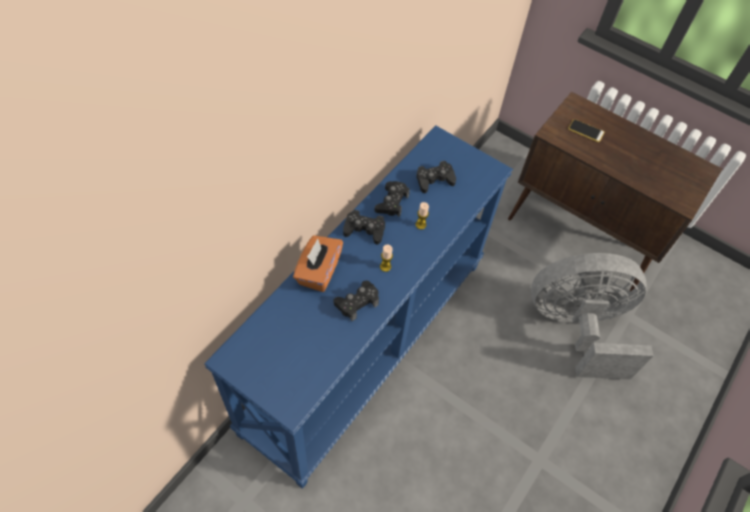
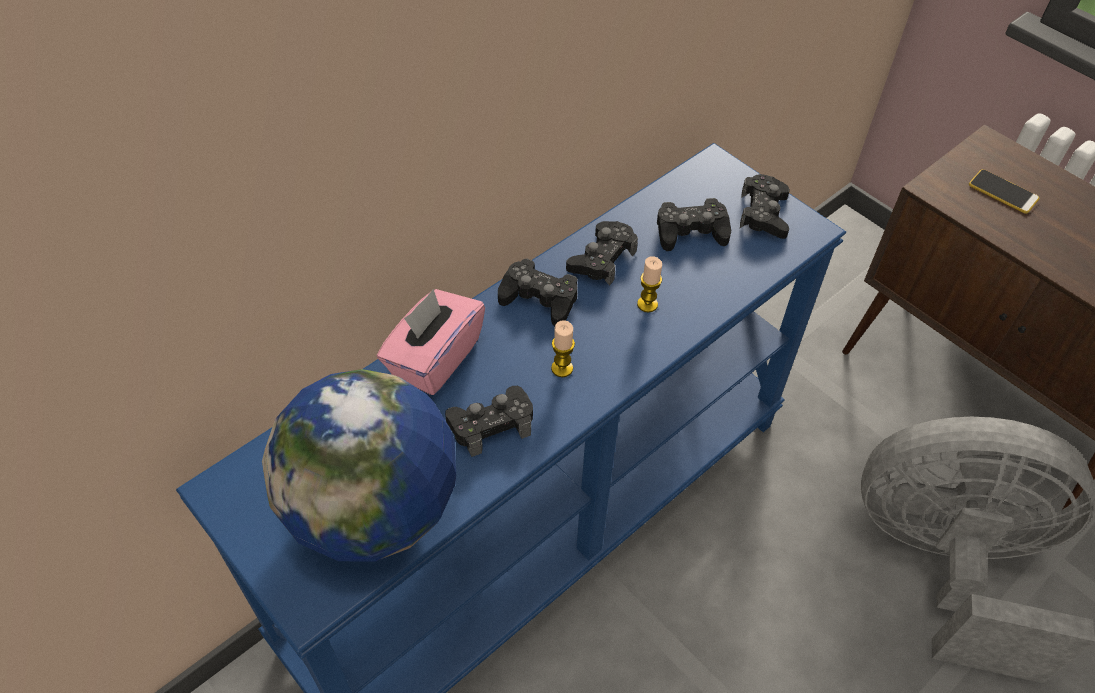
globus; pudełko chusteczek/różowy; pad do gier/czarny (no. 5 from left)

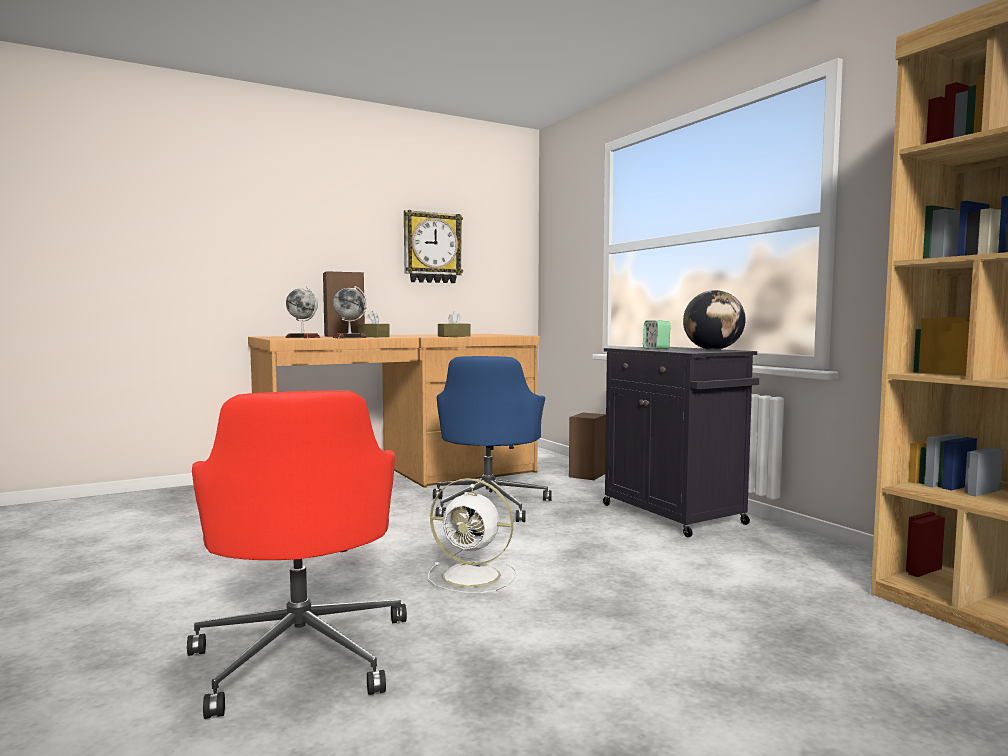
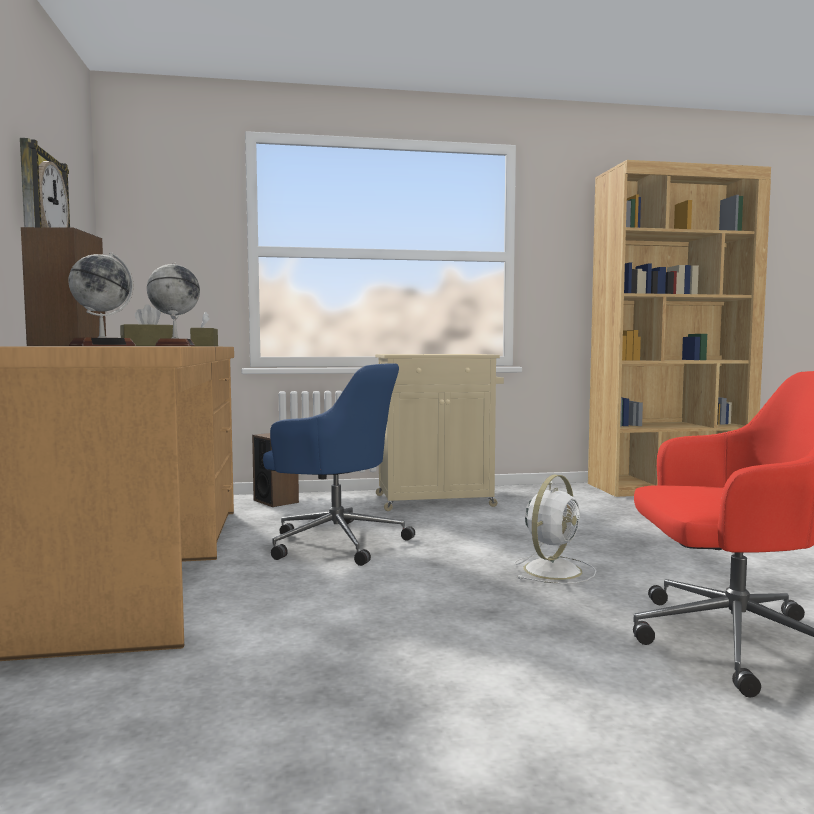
szafka/beżowy; budzik; globus (no. 3 from left in the first image)

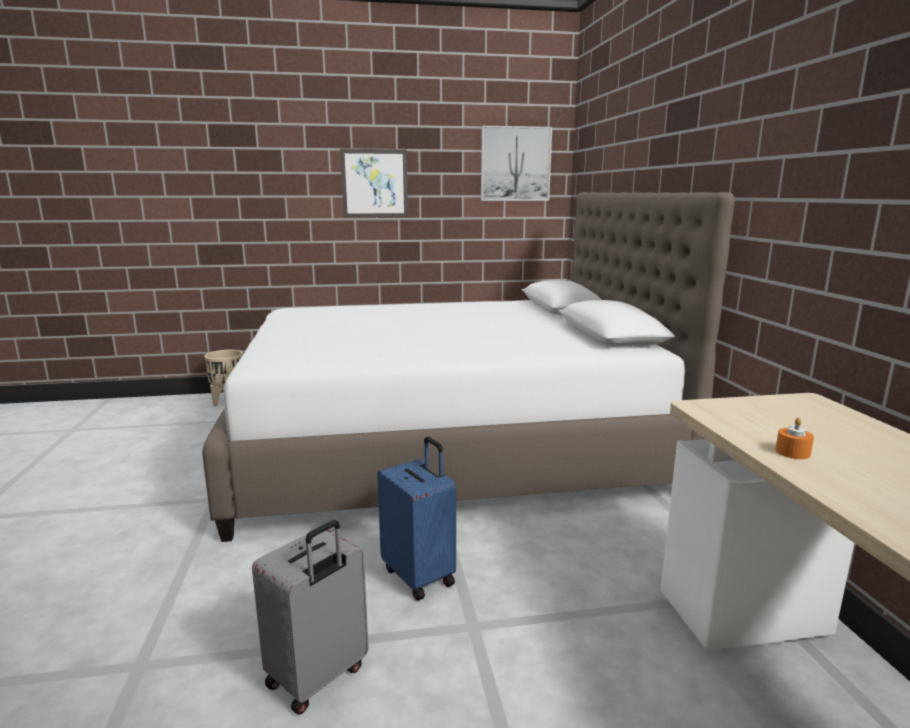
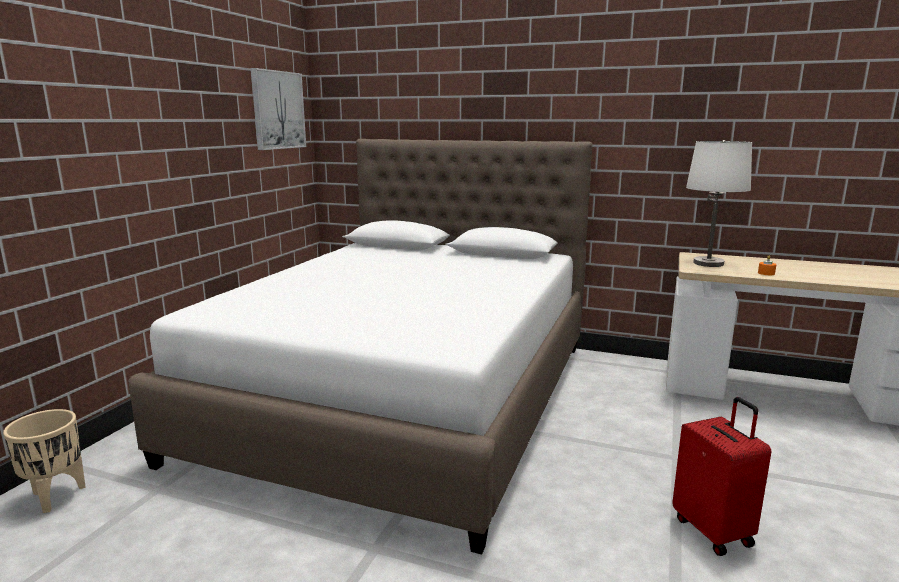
walizka/czerwony; lampa stołowa/biały; obraz (no. 1 from left in the first image); walizka/niebieski

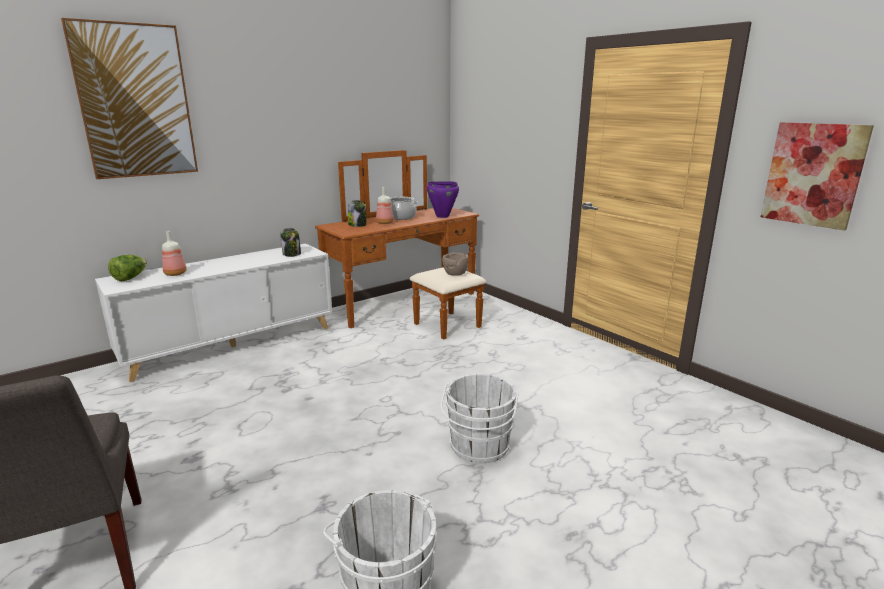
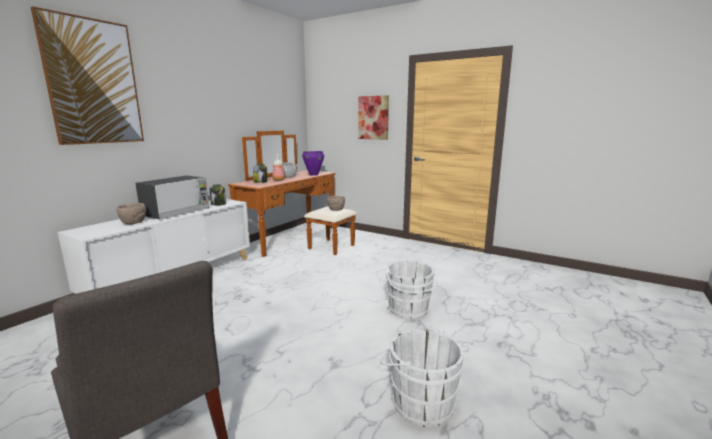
miska/brązowy (no. 1 from left); mikrofalówka; obraz (no. 2 from left); sałata

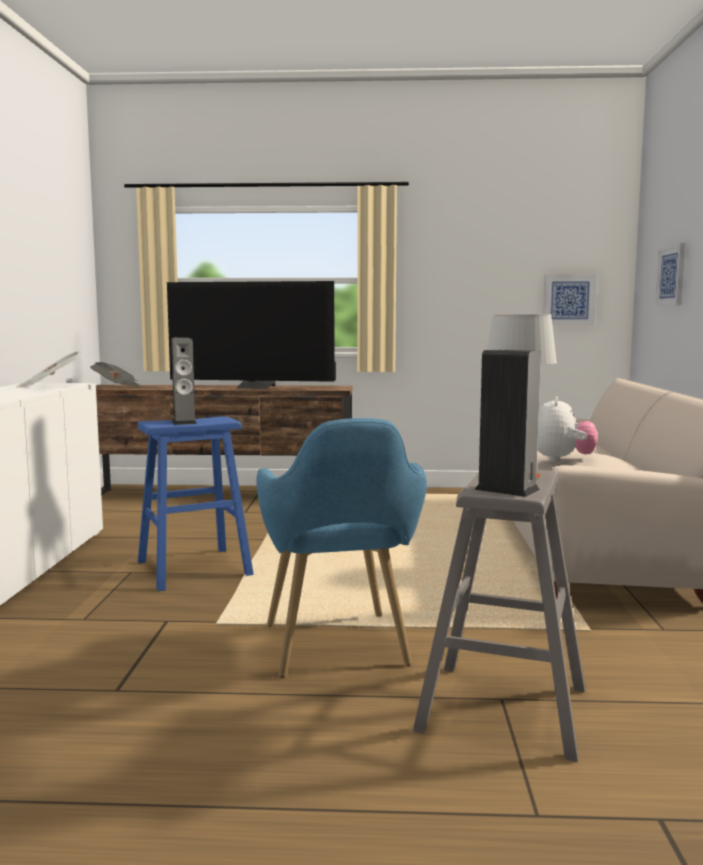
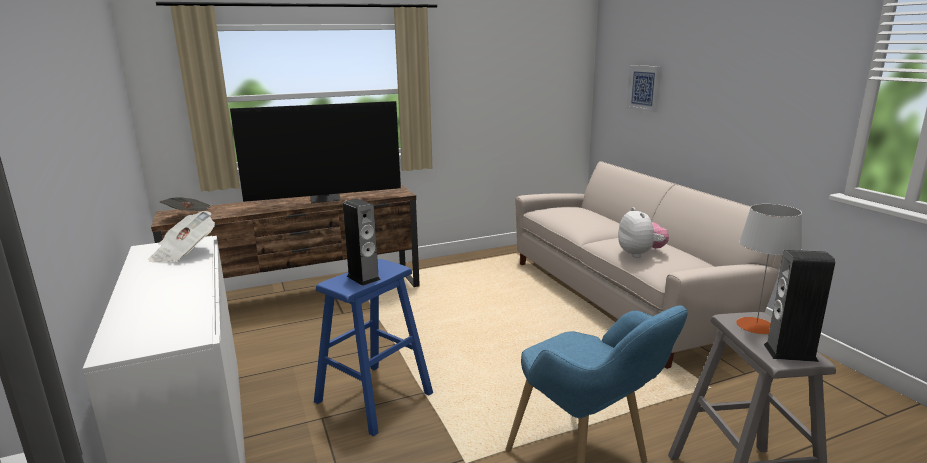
obraz (no. 1 from left in the first image)

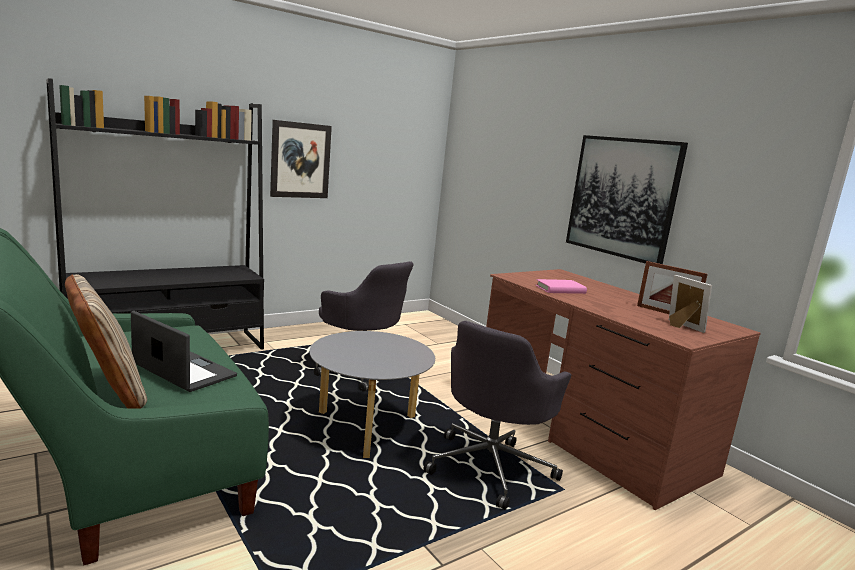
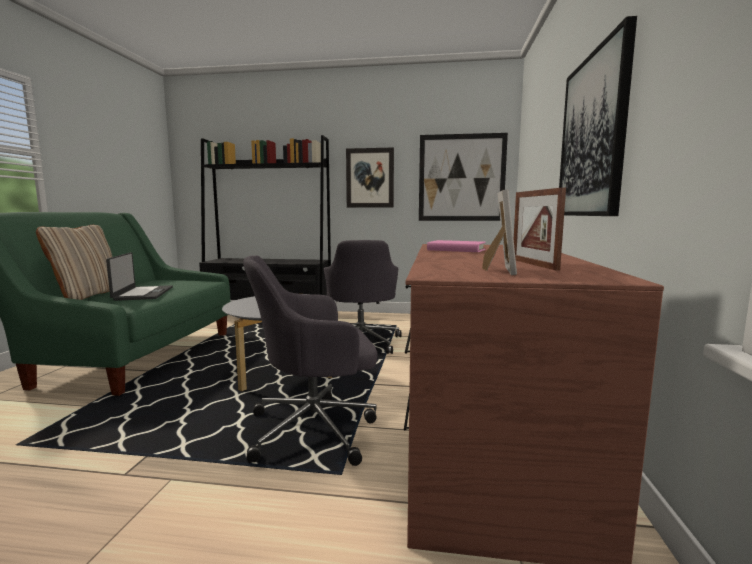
obraz (no. 2 from left)

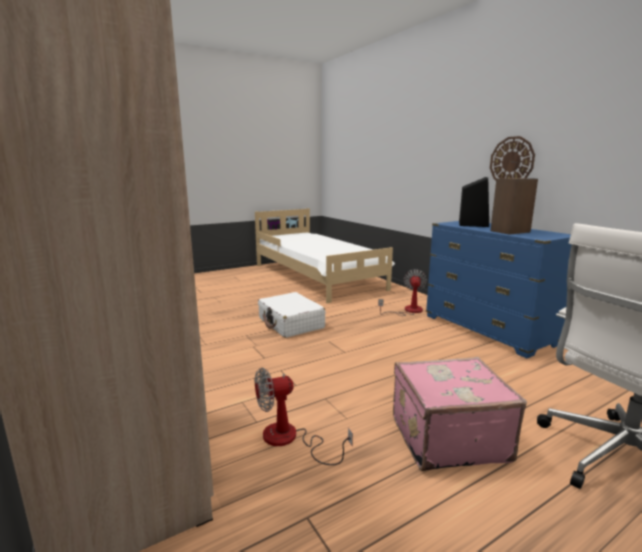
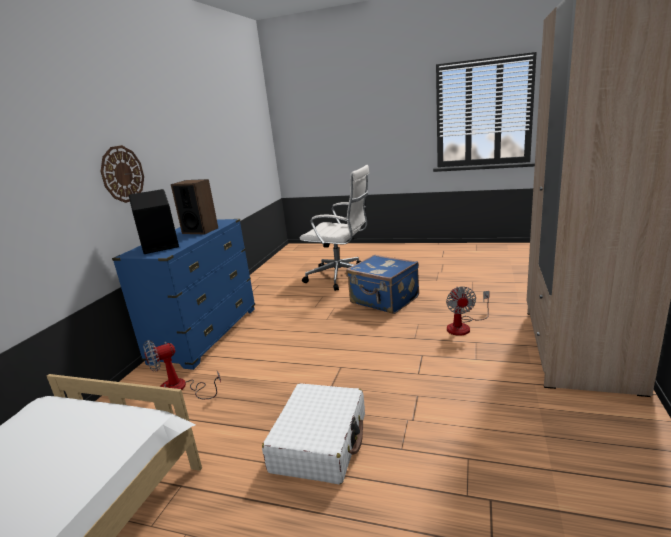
walizka/niebieski; wentylator (no. 2 from left)

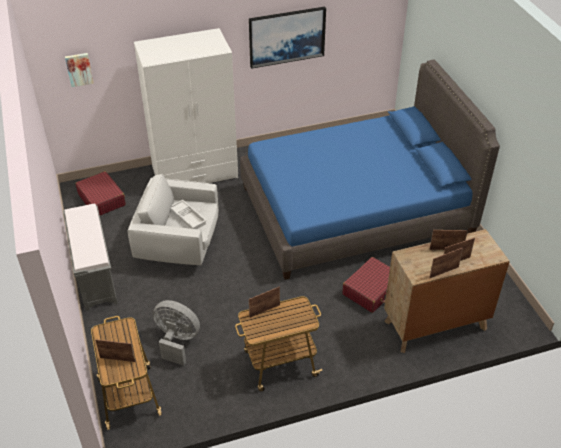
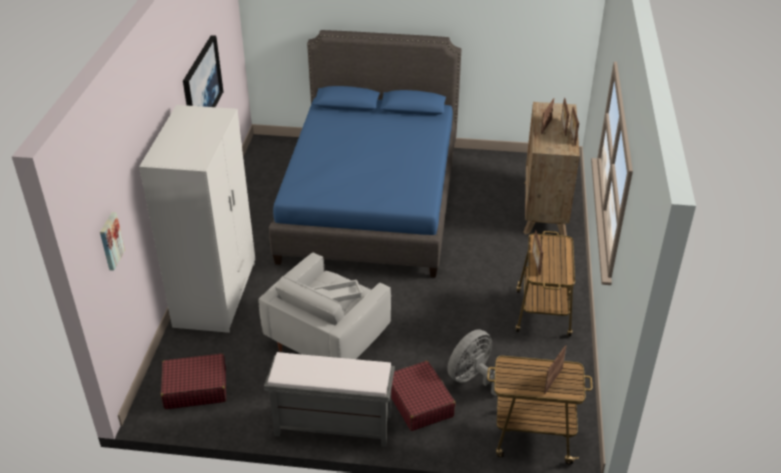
walizka/czerwony (no. 2 from left)

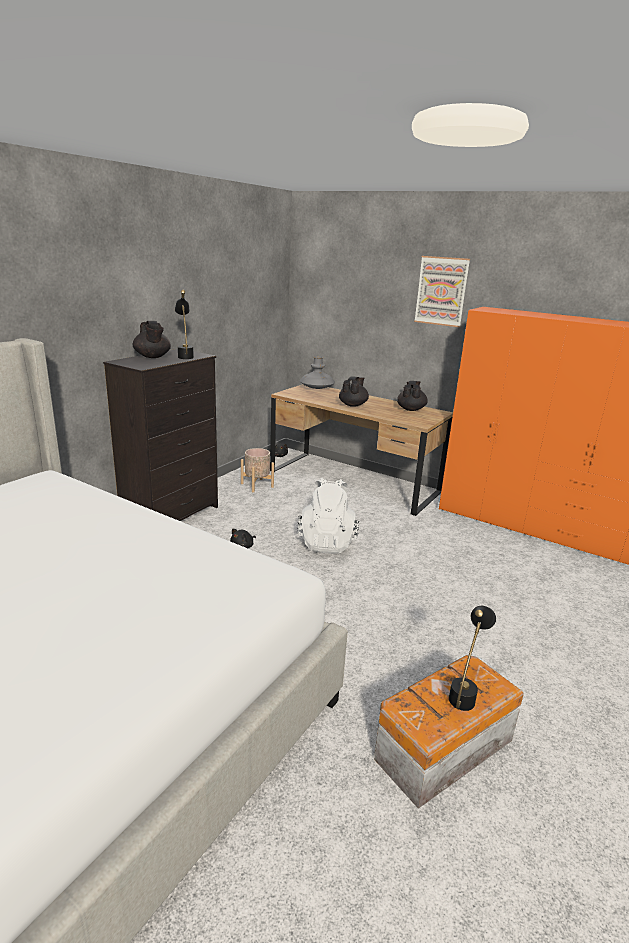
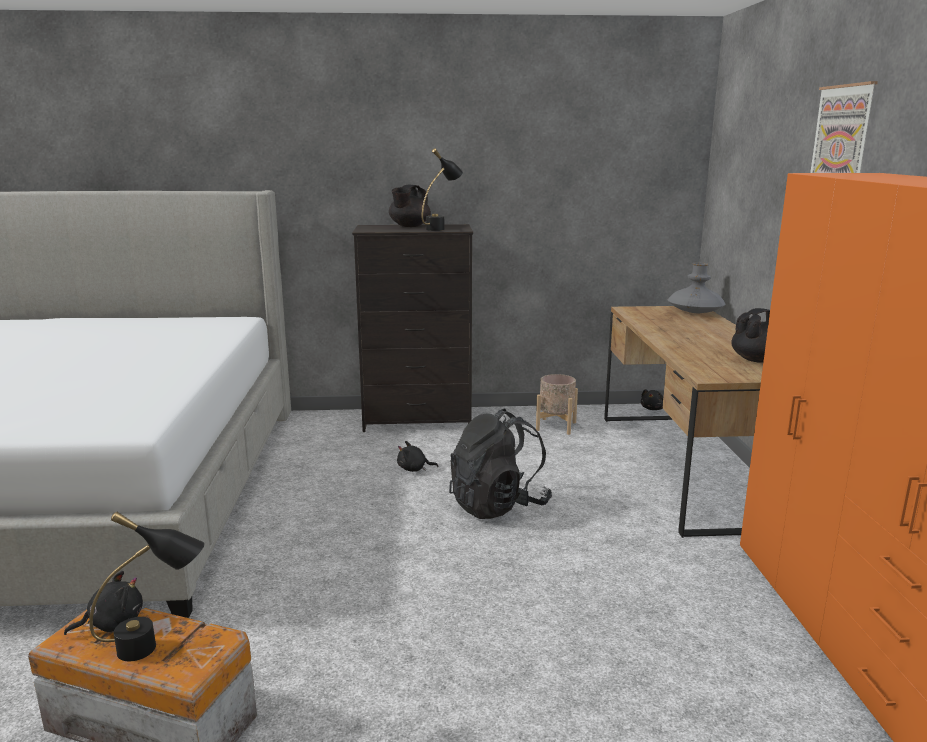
pluszak/czarny (no. 1 from left); plecak/czarny; imbryk/czarny (no. 2 from left in the first image)

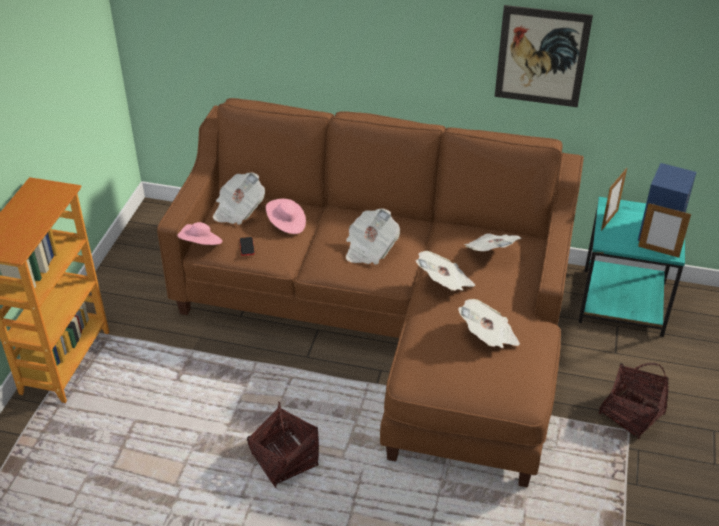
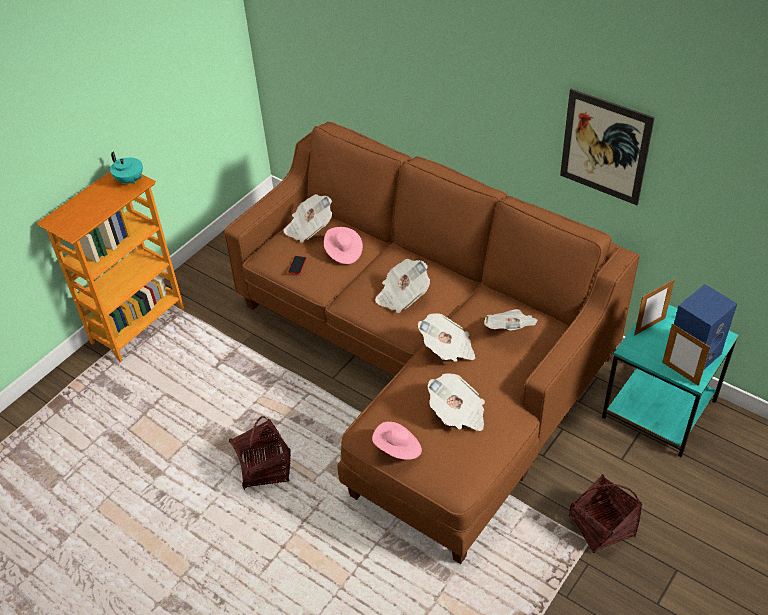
imbryk/turkusowy; kapelusz/różowy (no. 2 from left)

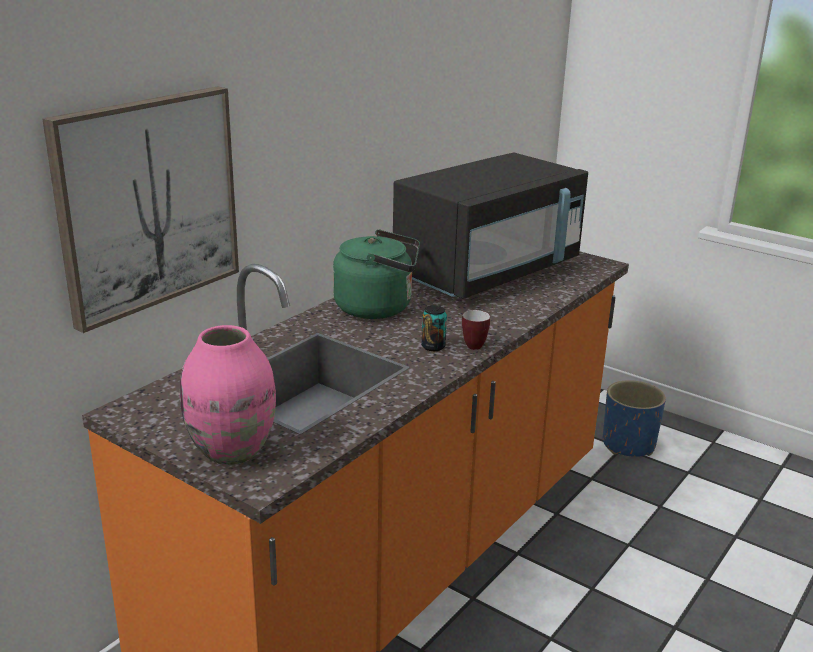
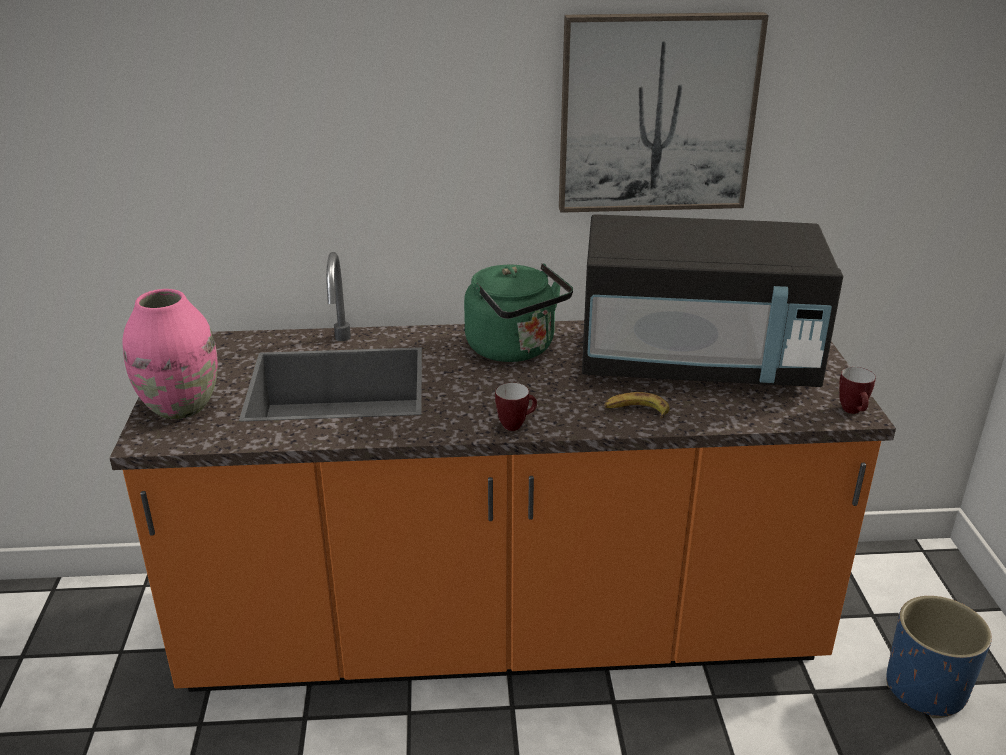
obraz; banan; kubek (no. 2 from left); puszka

